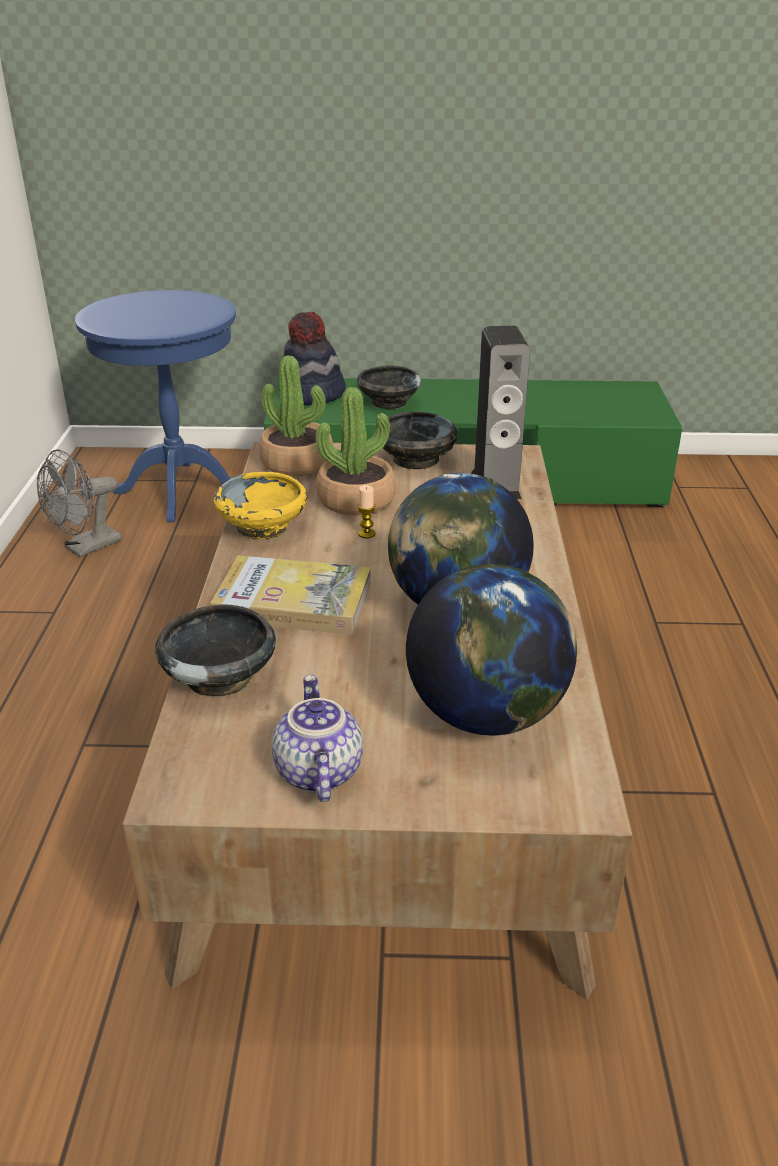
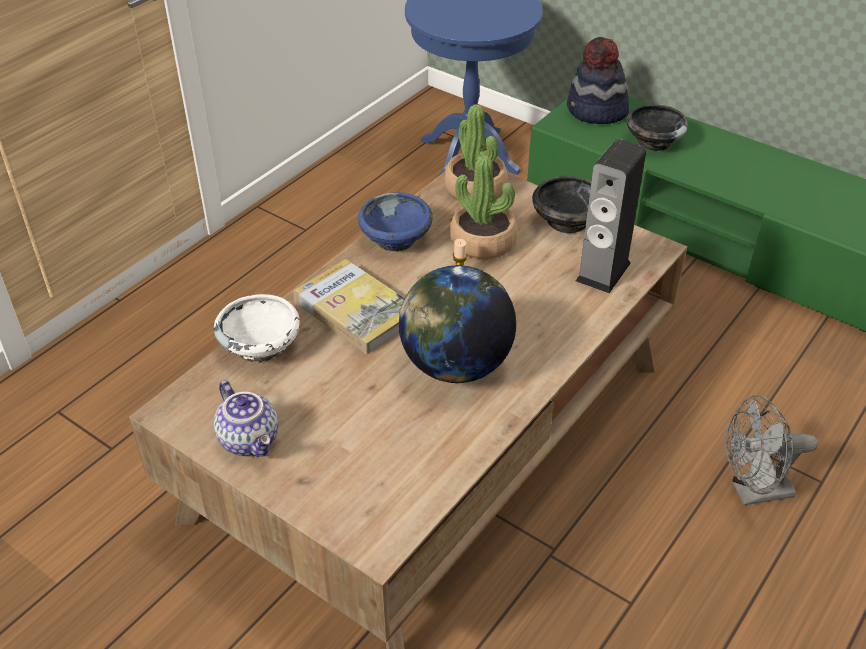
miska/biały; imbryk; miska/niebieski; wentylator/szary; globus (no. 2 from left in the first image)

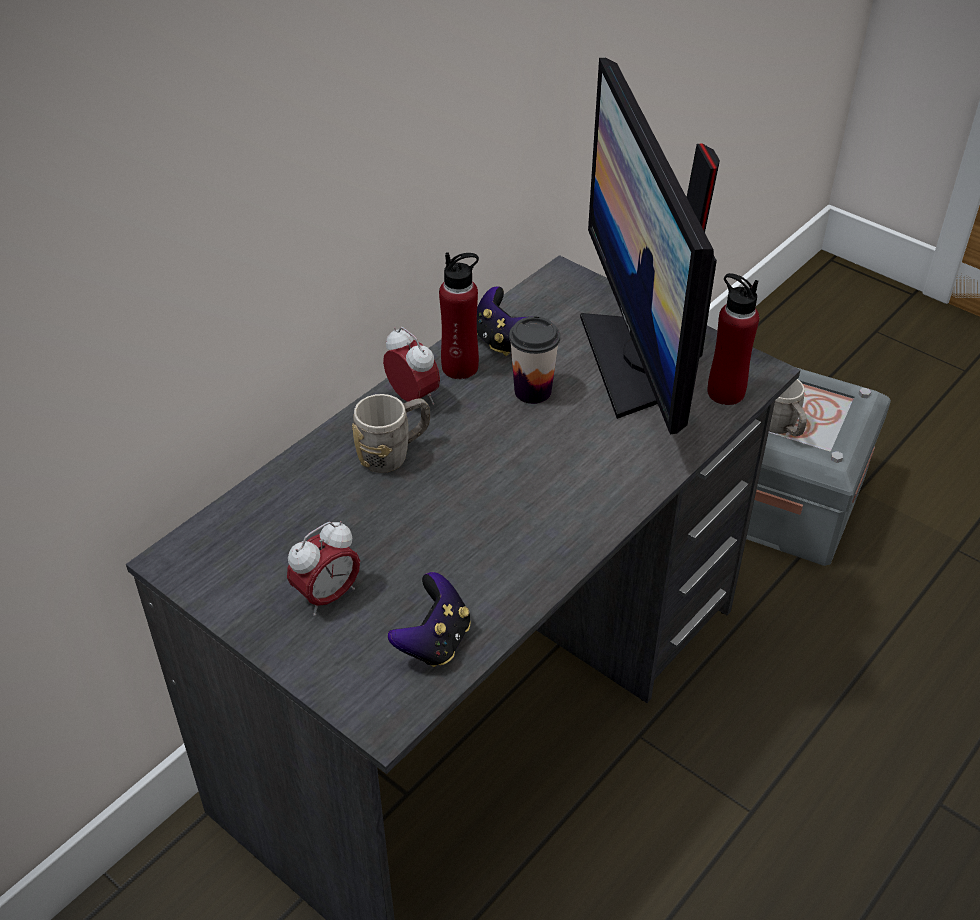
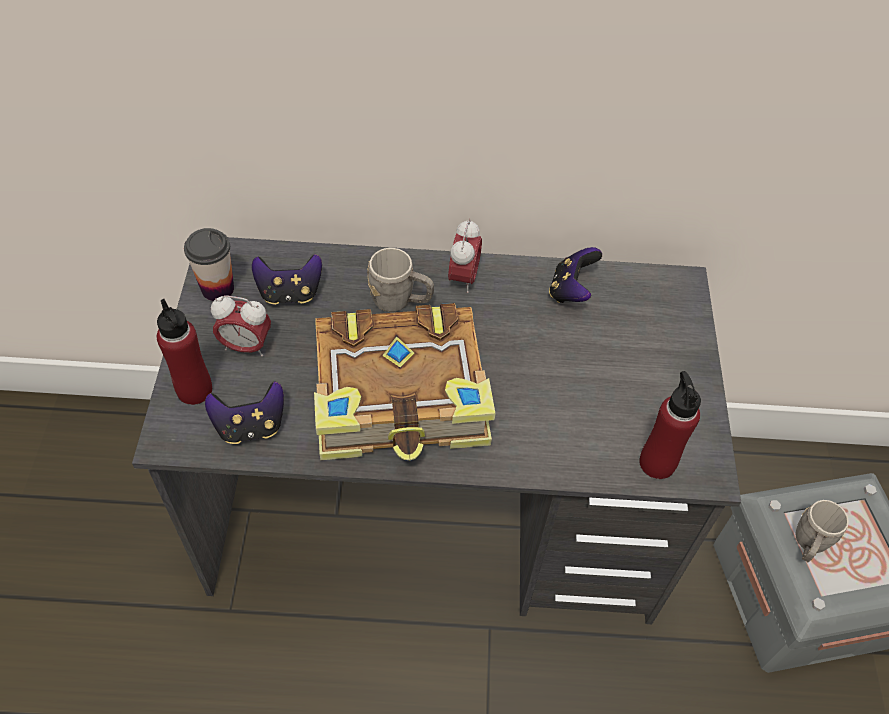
butelka/czerwony (no. 1 from left); filiżanka; pad do gier (no. 2 from left); książka; monitor

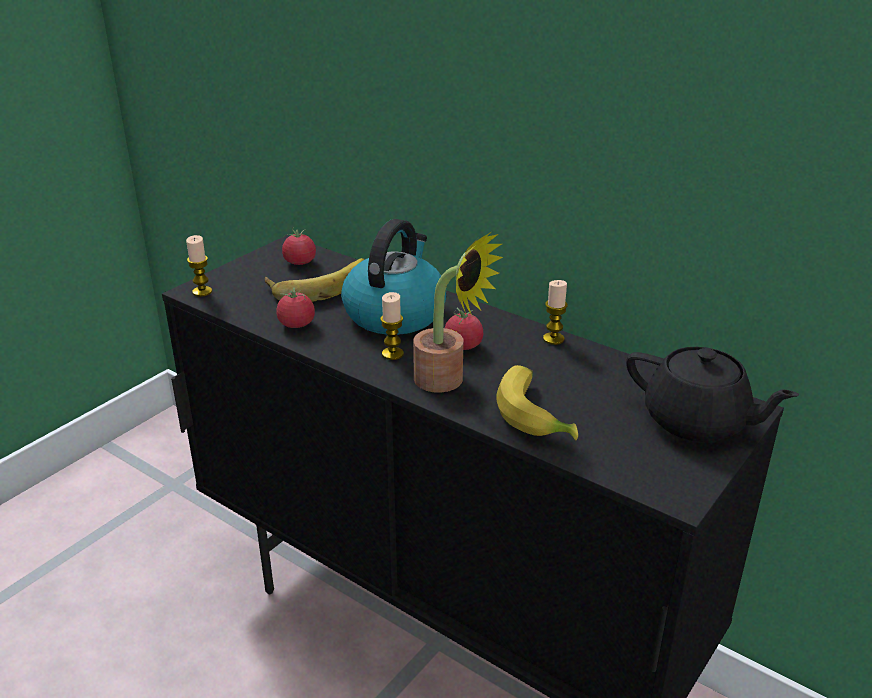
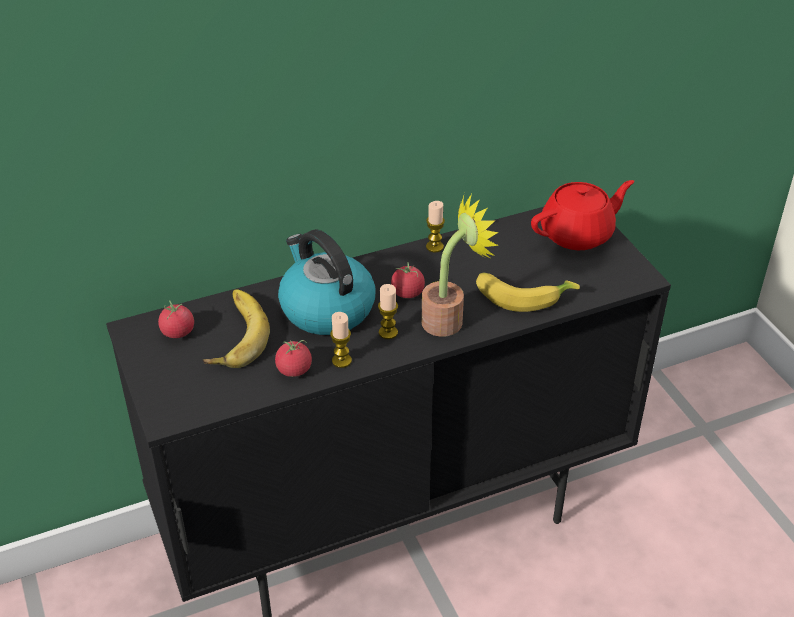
świeca (no. 1 from left); imbryk/czerwony

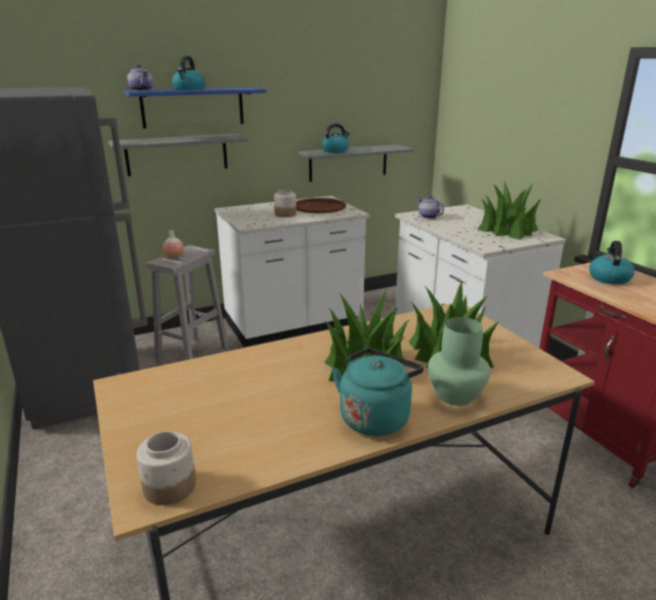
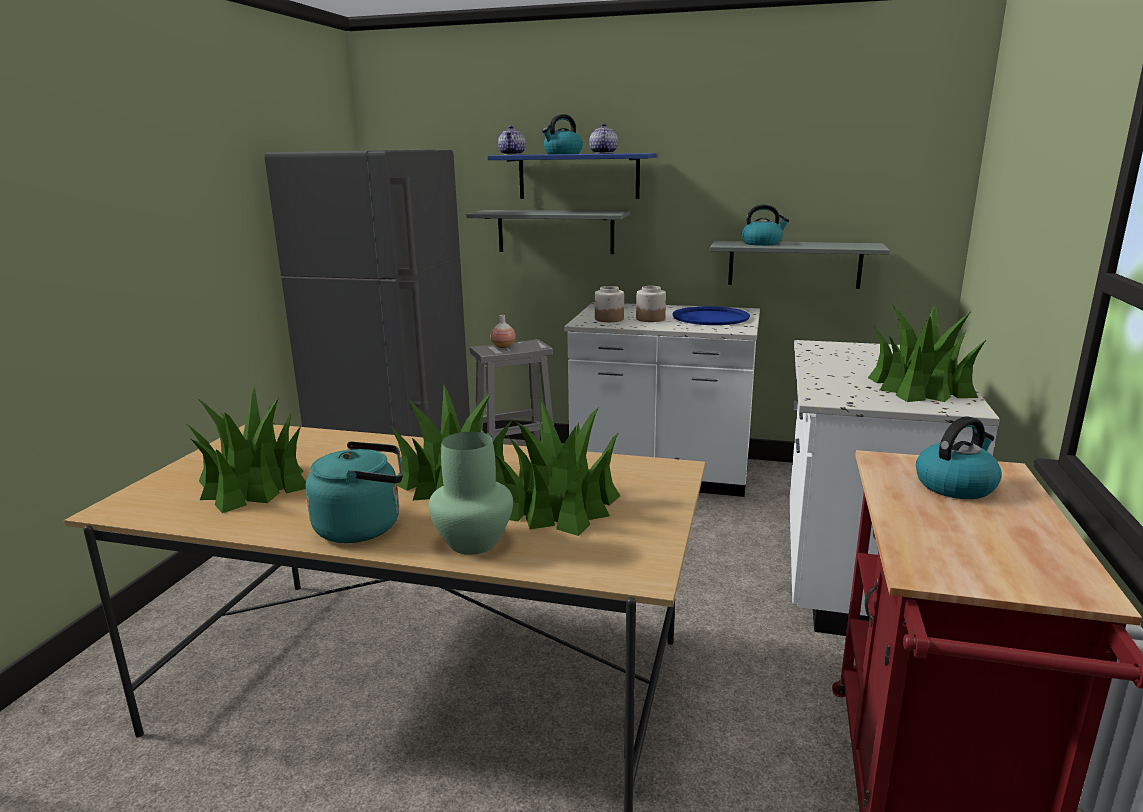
roślina doniczkowa (no. 1 from left); imbryk (no. 2 from left); słoik (no. 1 from left); taca/niebieski

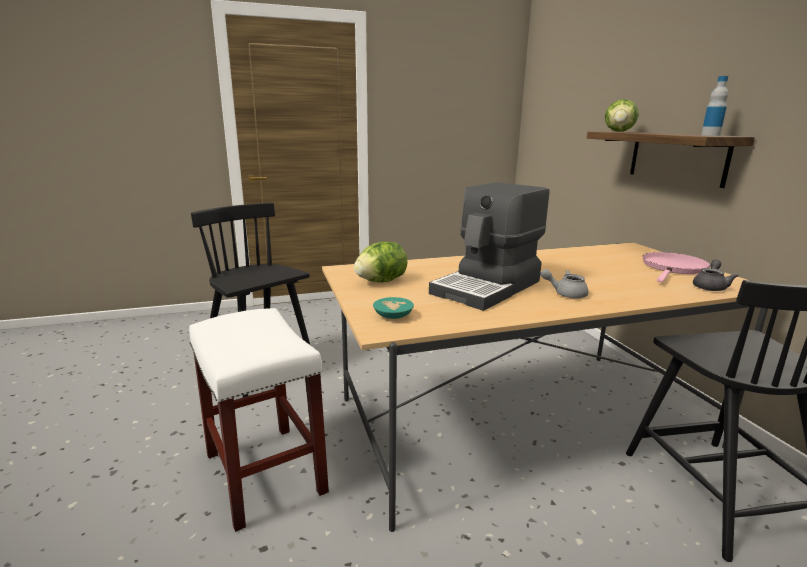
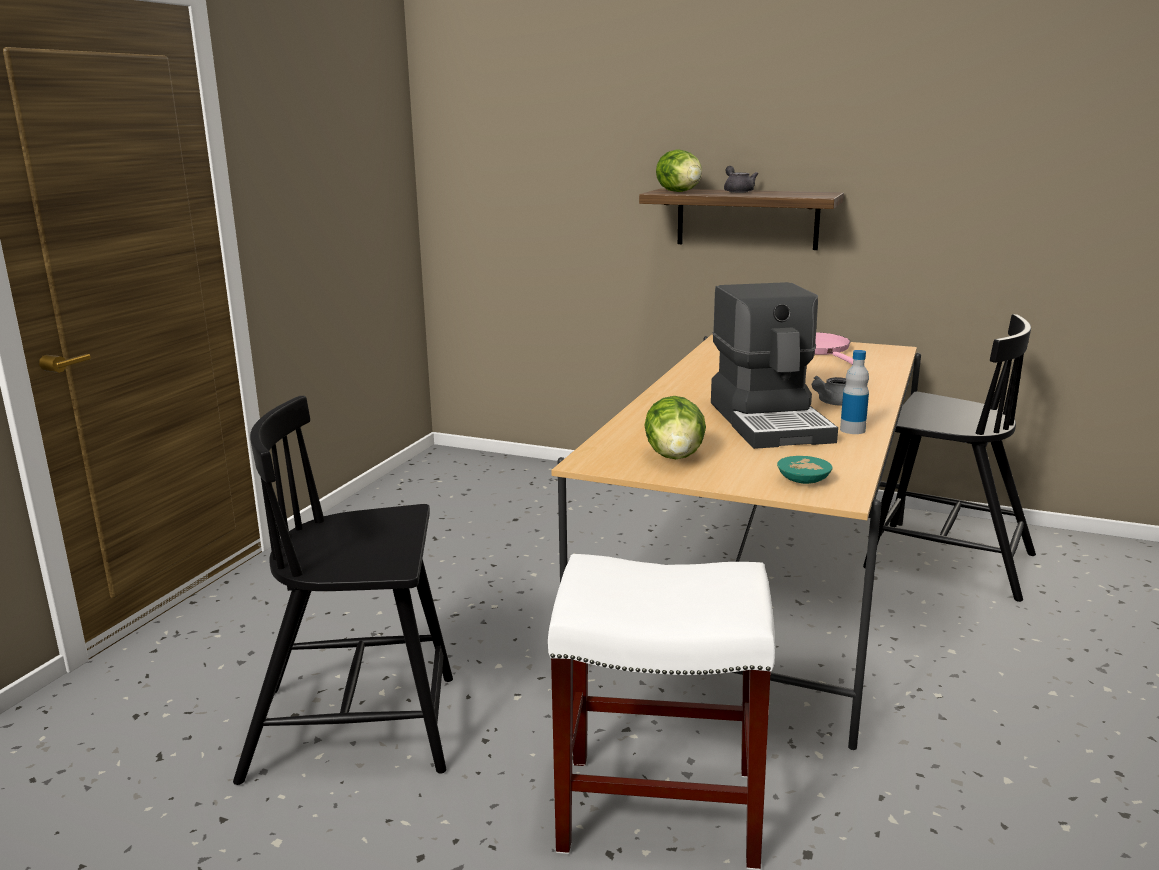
imbryk/szary (no. 1 from left); butelka

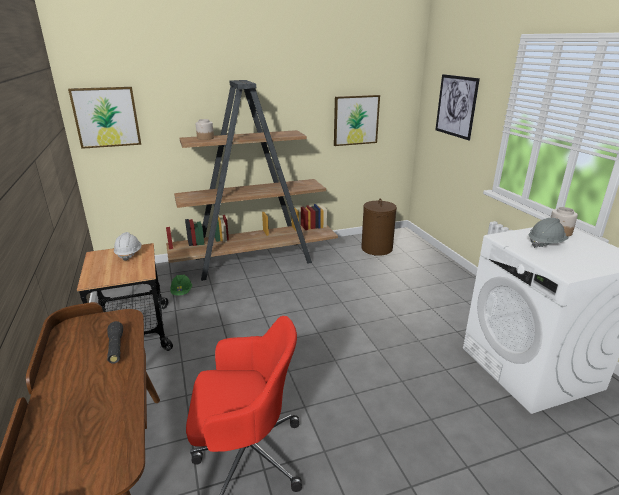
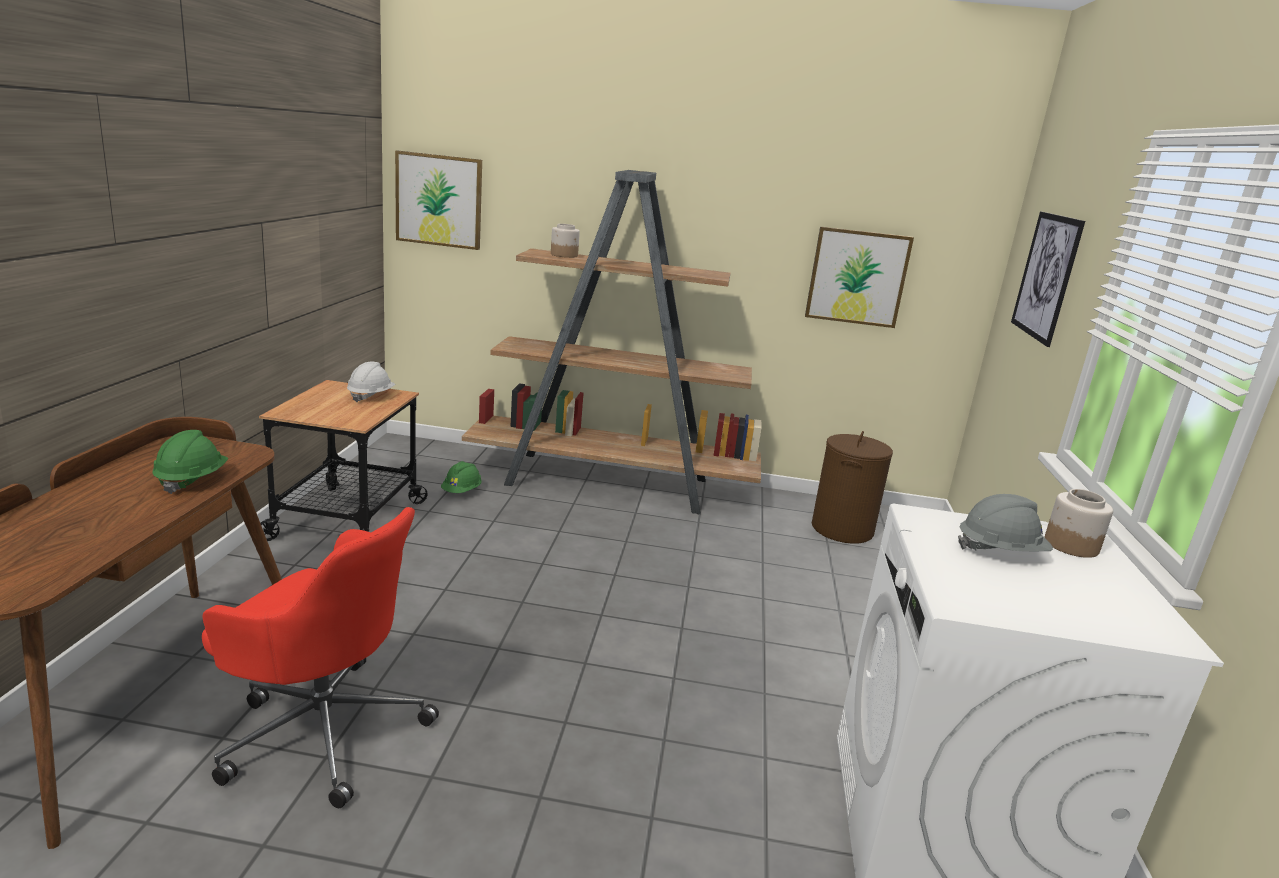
kask/zielony (no. 1 from left)

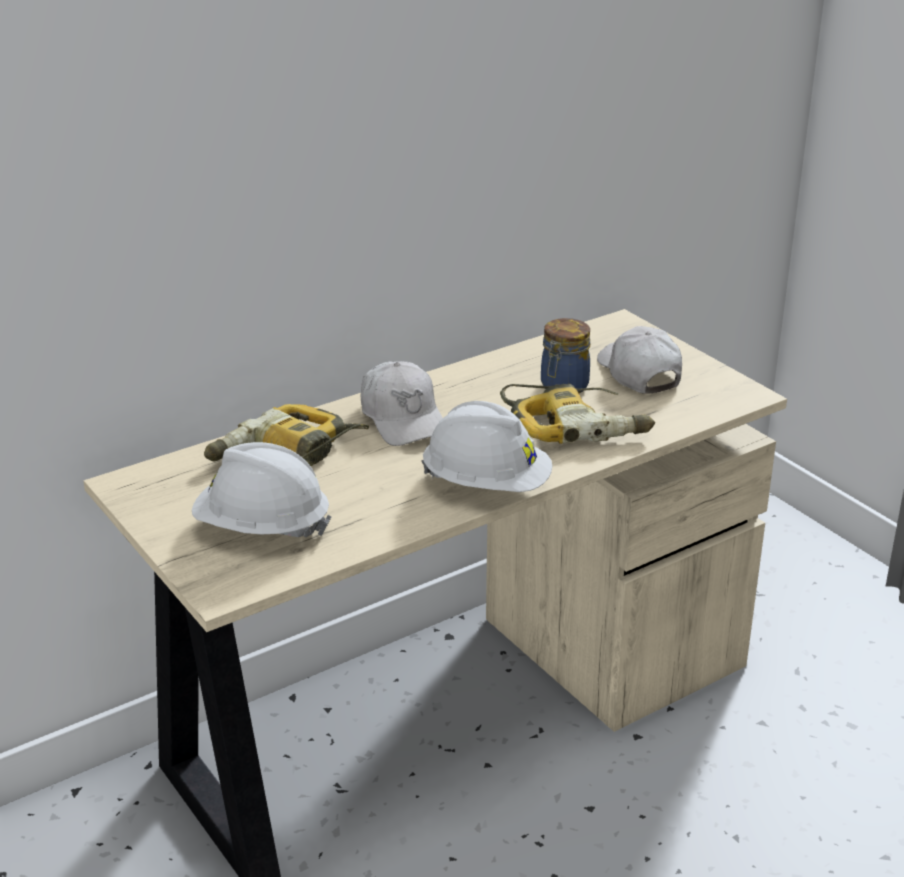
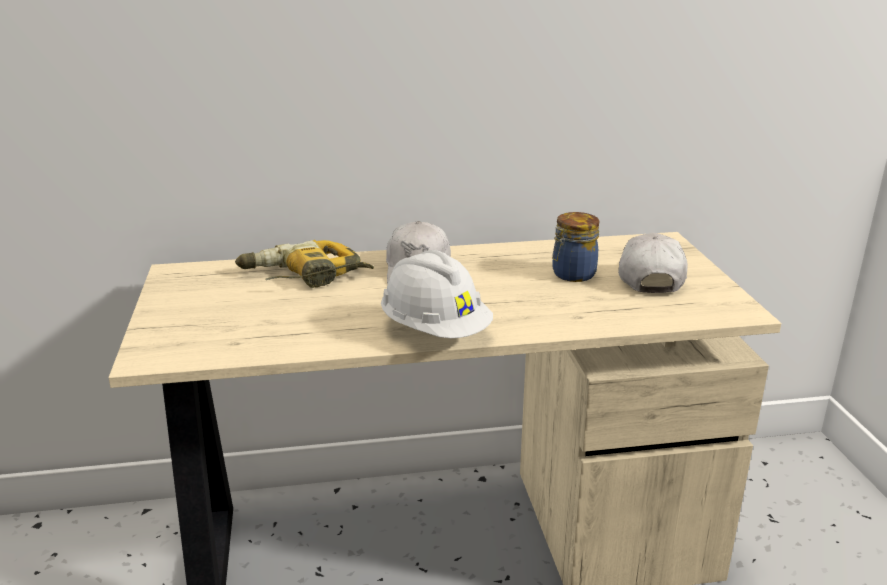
kask/biały (no. 1 from left in the first image); wiertarka (no. 2 from left in the first image)

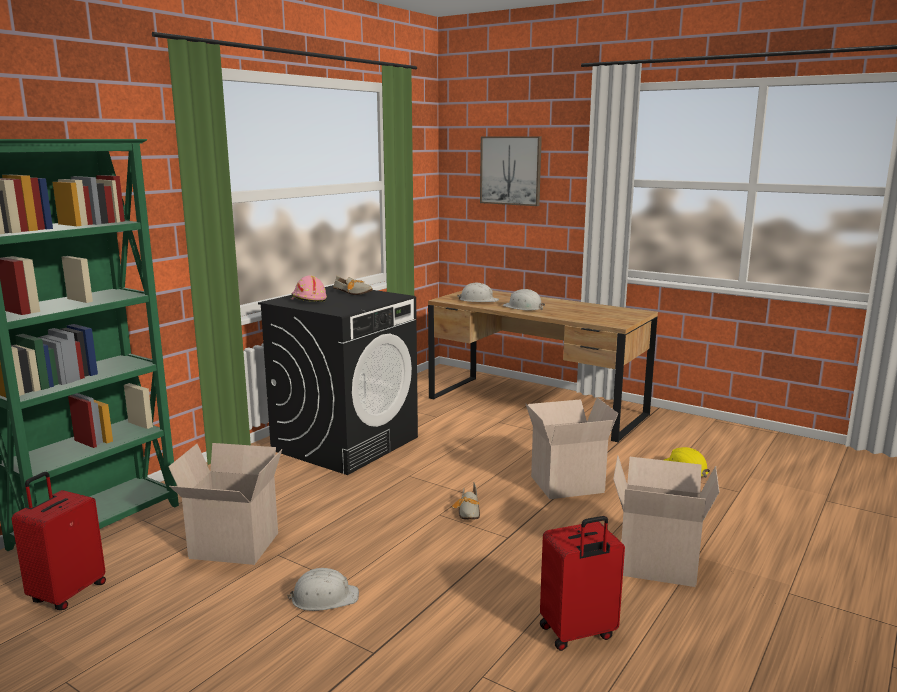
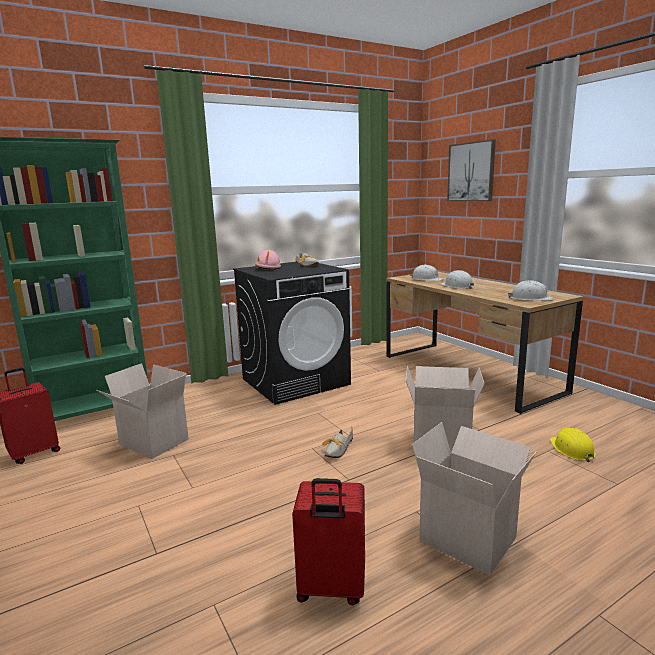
kask/biały (no. 3 from left)

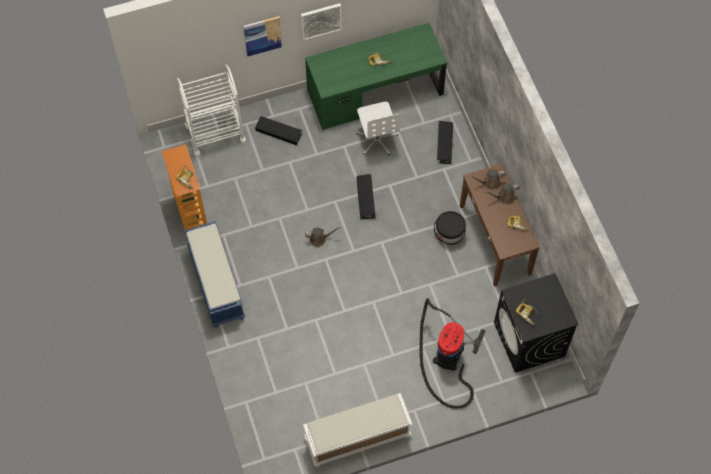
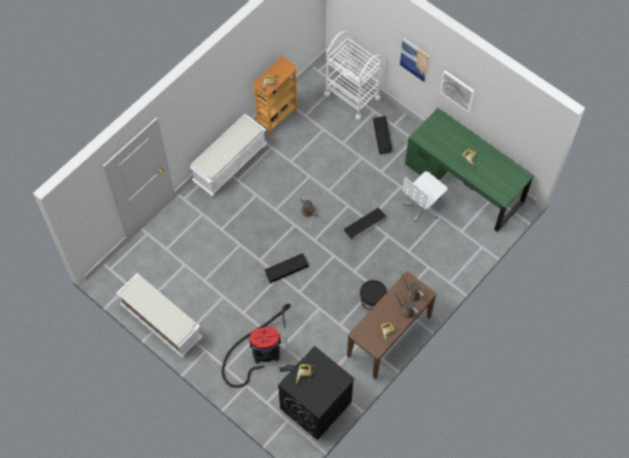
ławka/biały (no. 2 from left); pojemnik do przechowywania/czarny (no. 1 from left)

